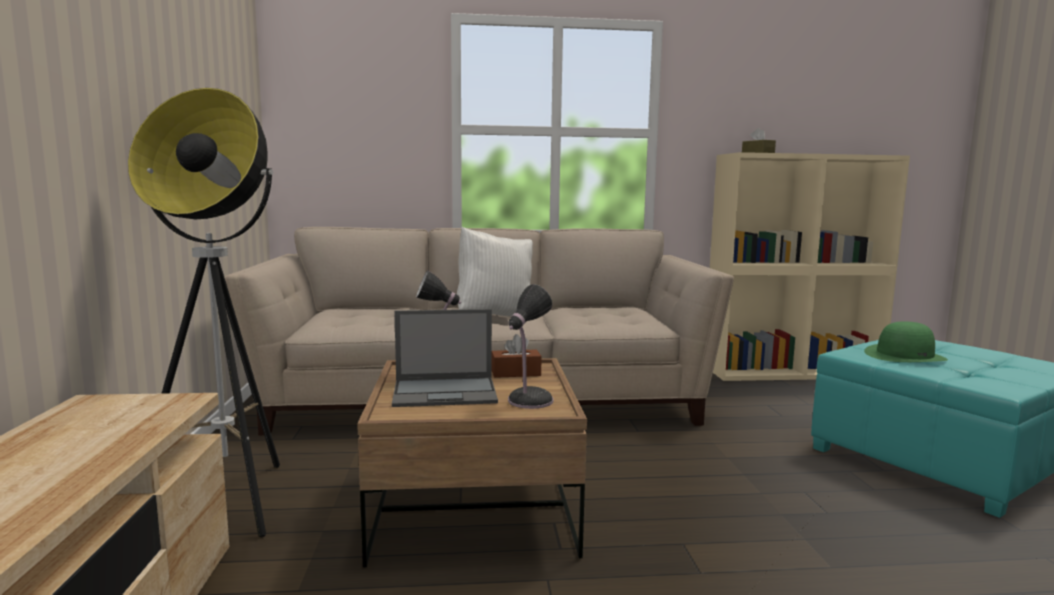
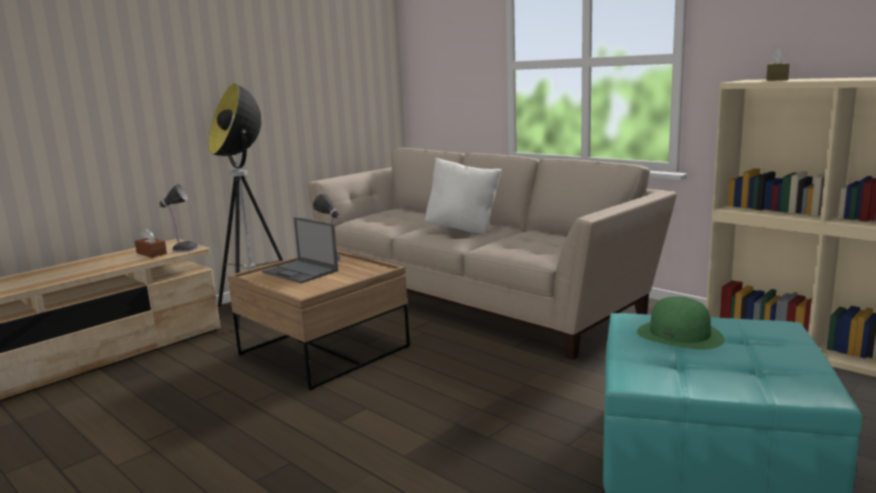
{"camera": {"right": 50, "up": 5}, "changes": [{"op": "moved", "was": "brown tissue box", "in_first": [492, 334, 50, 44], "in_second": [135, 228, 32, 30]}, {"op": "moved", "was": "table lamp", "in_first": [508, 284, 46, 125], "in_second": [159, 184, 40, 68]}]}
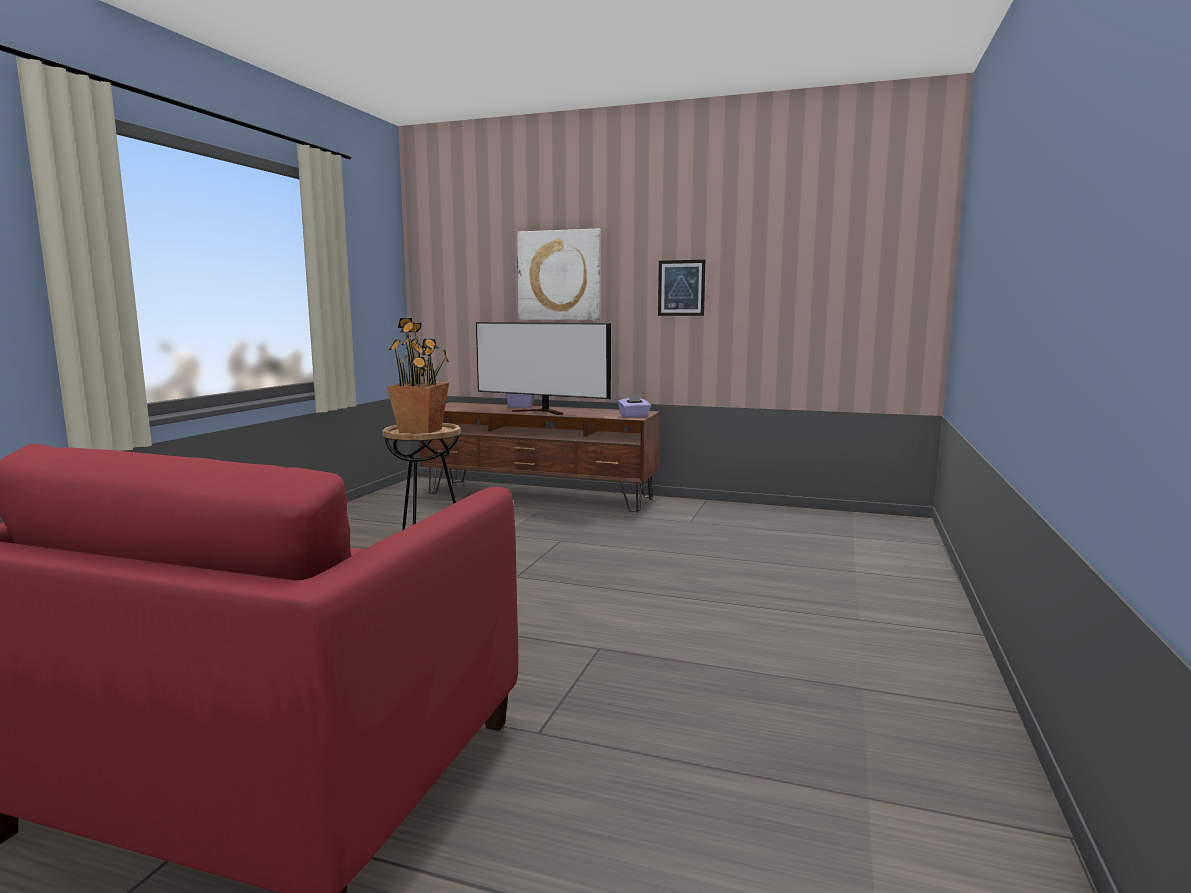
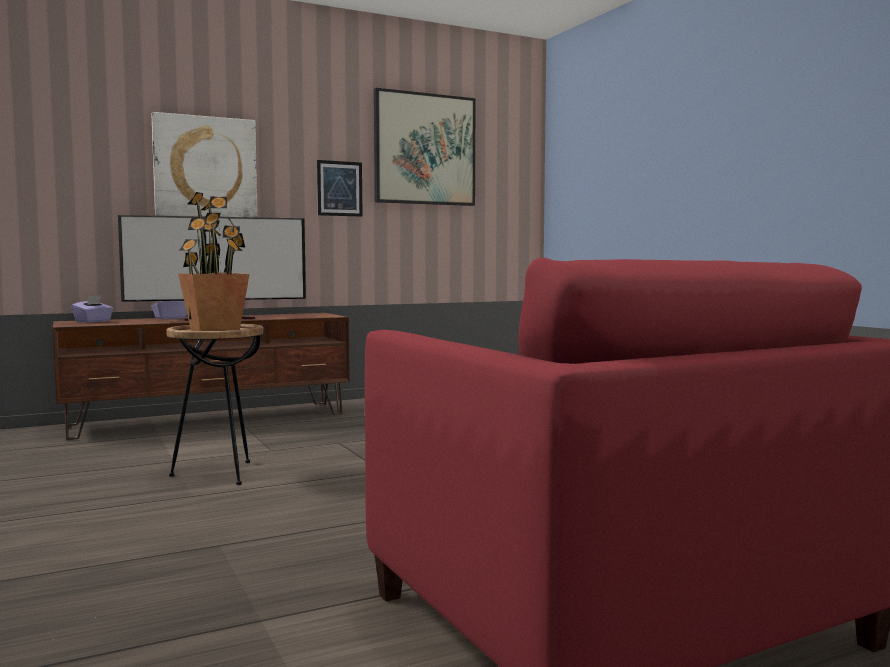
{"camera": {"right": -45, "up": -5}, "changes": [{"op": "moved", "was": "purple tissue box", "in_first": [618, 394, 33, 24], "in_second": [71, 296, 42, 27]}, {"op": "added", "now": "picture", "in_second": [374, 88, 101, 118]}]}
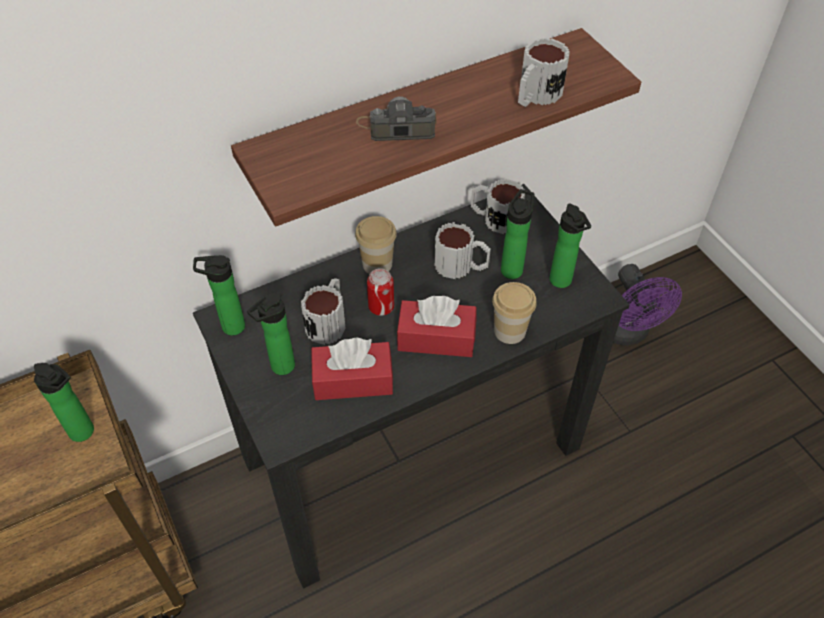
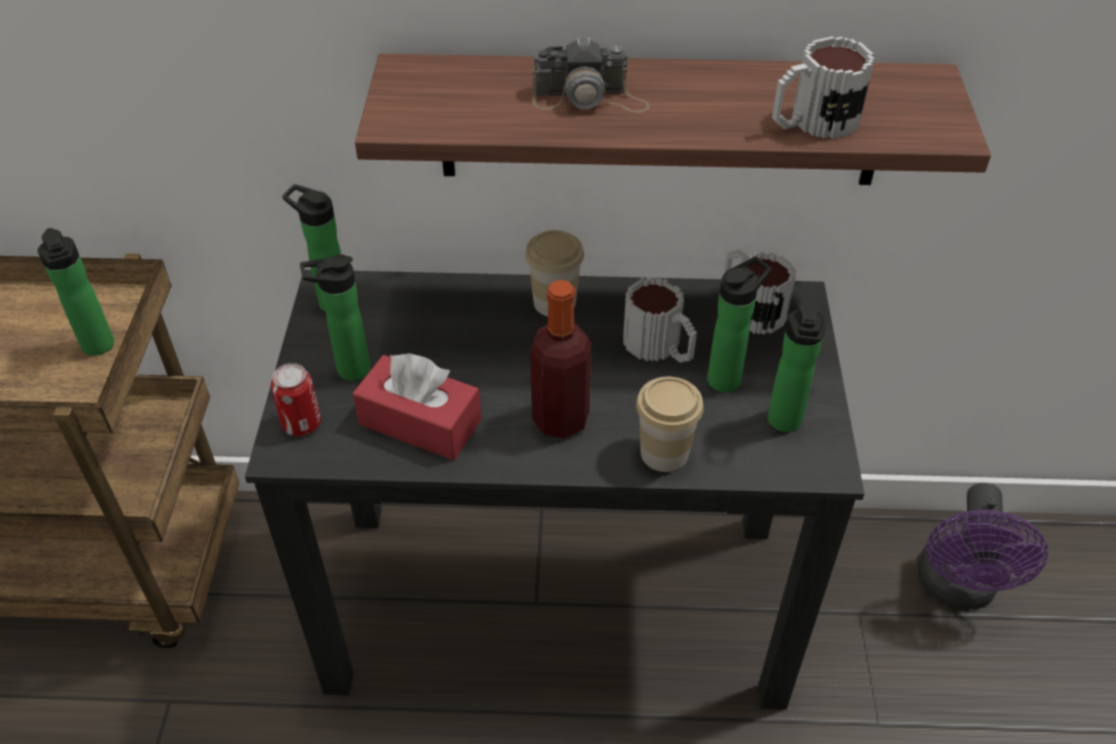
{"camera": {"right": 30, "up": -5}, "changes": [{"op": "moved", "was": "can", "in_first": [367, 268, 27, 48], "in_second": [271, 363, 50, 73]}, {"op": "replaced", "was": "red tissue box", "now": "bottle", "in_first": [397, 296, 80, 61], "in_second": [530, 280, 61, 159]}, {"op": "turned", "was": "photo camera", "in_first": [356, 97, 81, 44], "in_second": [532, 37, 118, 76], "clockwise": 150}, {"op": "removed", "was": "mug", "in_first": [301, 278, 45, 67]}]}
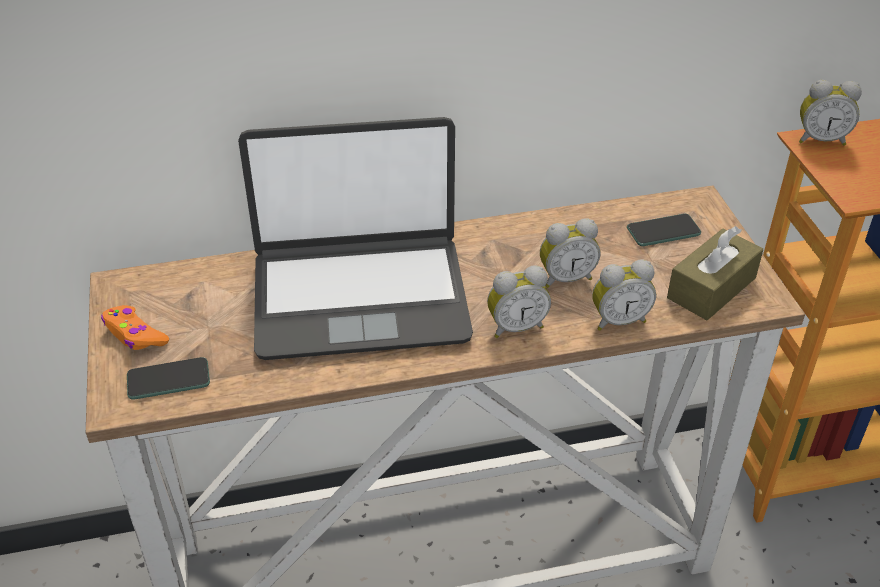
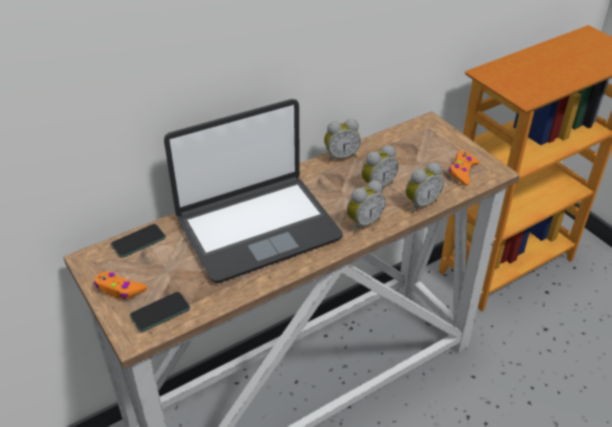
{"camera": {"right": -20, "up": 0}, "changes": [{"op": "moved", "was": "phone", "in_first": [627, 214, 74, 32], "in_second": [111, 224, 55, 34]}, {"op": "moved", "was": "alarm clock", "in_first": [799, 80, 63, 66], "in_second": [324, 119, 37, 43]}, {"op": "replaced", "was": "brown tissue box", "now": "orange game controller", "in_first": [667, 226, 96, 94], "in_second": [449, 151, 30, 35]}]}
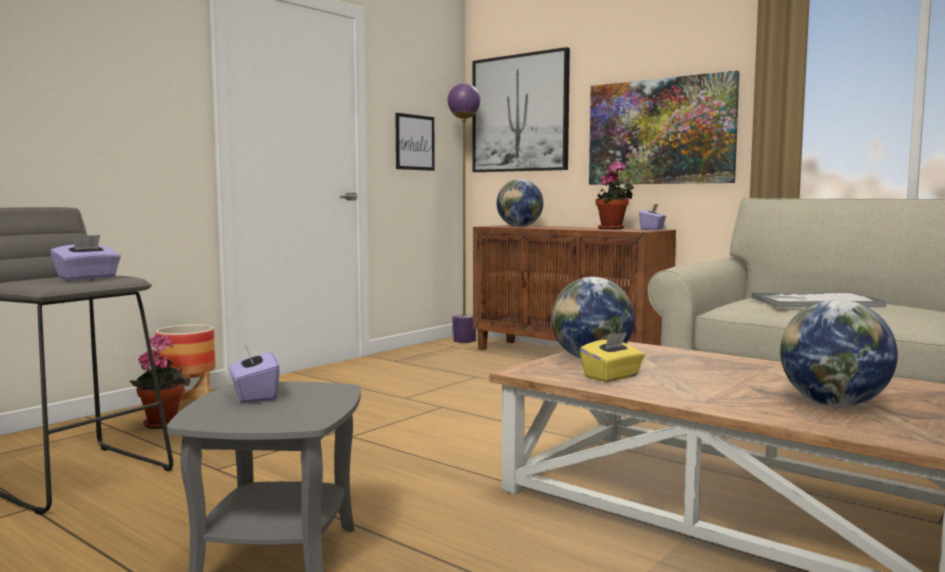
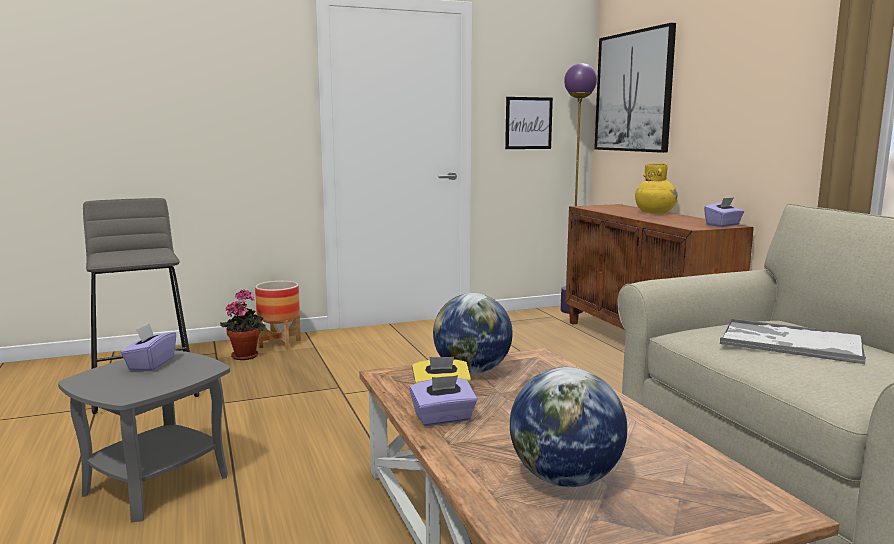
{"camera": {"right": 30, "up": 5}, "changes": [{"op": "moved", "was": "purple tissue box", "in_first": [50, 235, 71, 45], "in_second": [409, 375, 68, 51]}, {"op": "added", "now": "yellow vase", "in_second": [635, 163, 42, 50]}, {"op": "removed", "was": "globe", "in_first": [497, 179, 46, 48]}, {"op": "removed", "was": "picture", "in_first": [589, 71, 151, 114]}, {"op": "removed", "was": "potted plant", "in_first": [596, 160, 38, 70]}]}
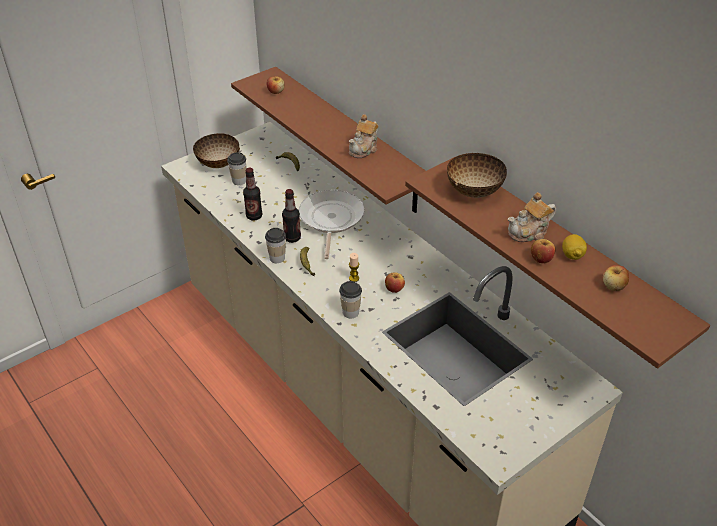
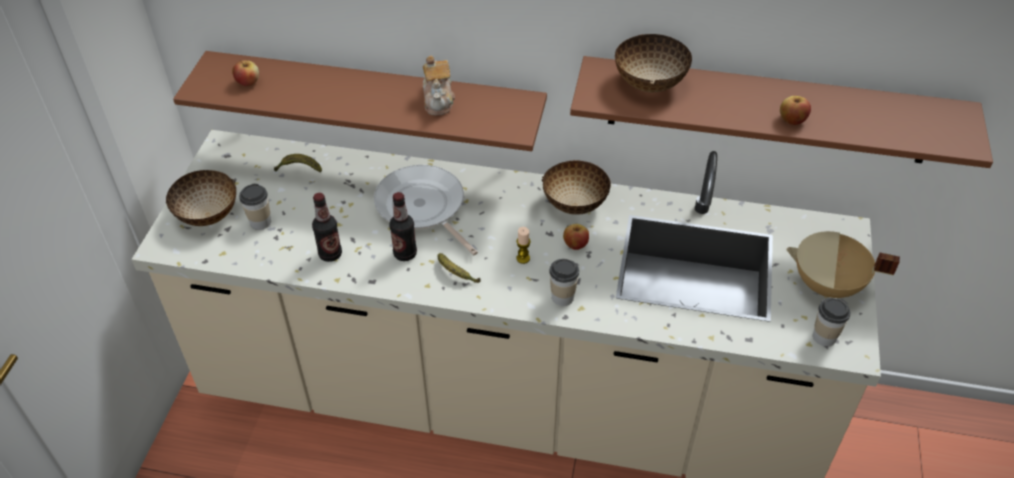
{"camera": {"right": -40, "up": 5}, "changes": [{"op": "added", "now": "bowl", "in_second": [542, 160, 69, 55]}, {"op": "added", "now": "beige cooking pot", "in_second": [786, 231, 114, 68]}, {"op": "moved", "was": "cup", "in_first": [265, 228, 21, 35], "in_second": [813, 298, 37, 49]}, {"op": "removed", "was": "teapot", "in_first": [508, 192, 48, 50]}, {"op": "removed", "was": "lemon", "in_first": [562, 234, 25, 26]}, {"op": "removed", "was": "apple", "in_first": [603, 265, 26, 26]}]}
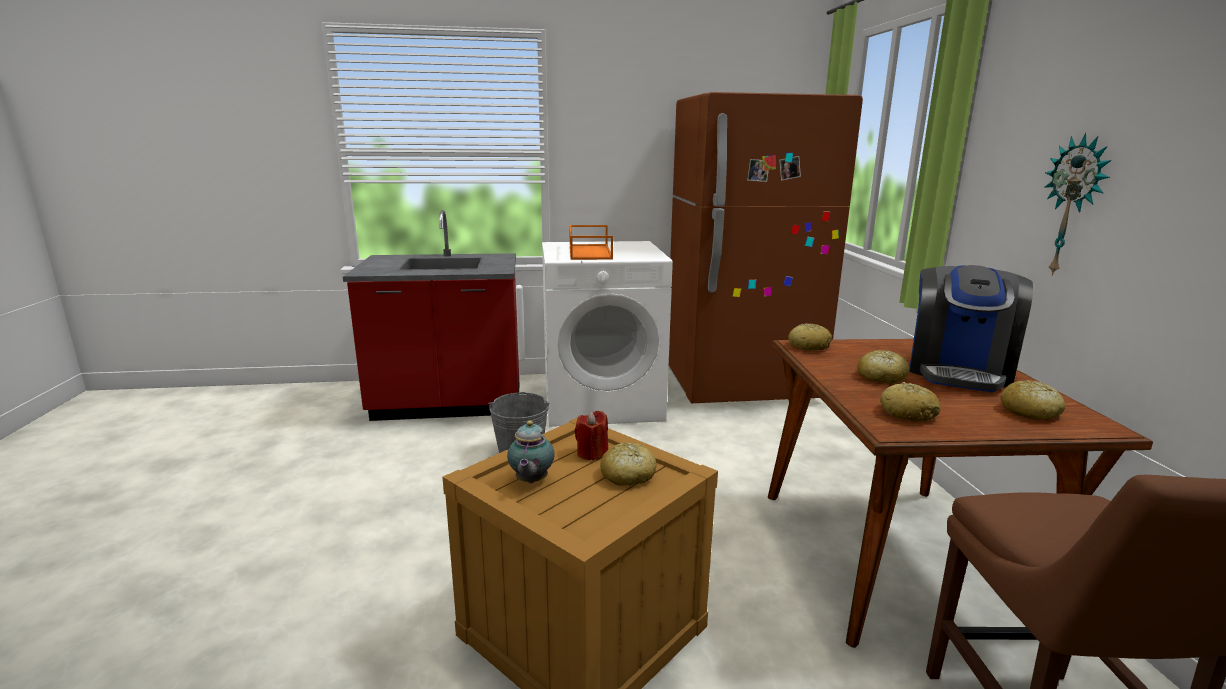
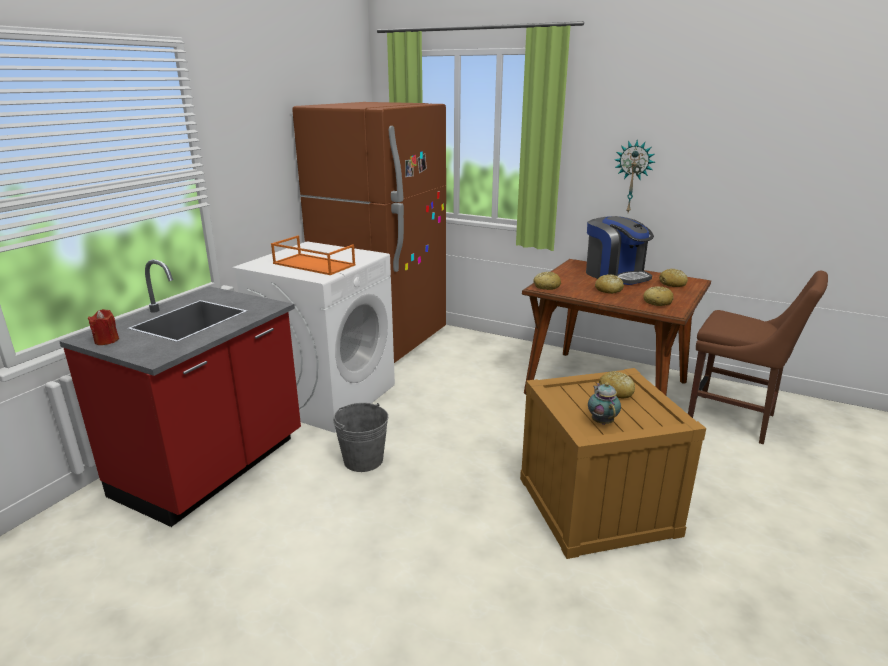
{"camera": {"right": -55, "up": 5}, "changes": [{"op": "moved", "was": "red candle", "in_first": [575, 411, 33, 50], "in_second": [88, 309, 31, 36]}, {"op": "turned", "was": "teapot", "in_first": [507, 421, 48, 62], "in_second": [588, 382, 33, 43], "clockwise": -135}]}
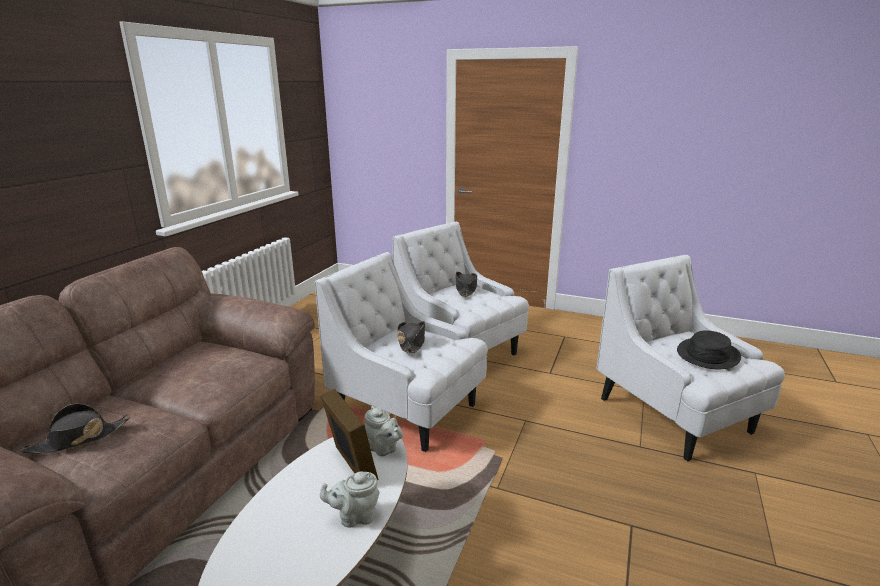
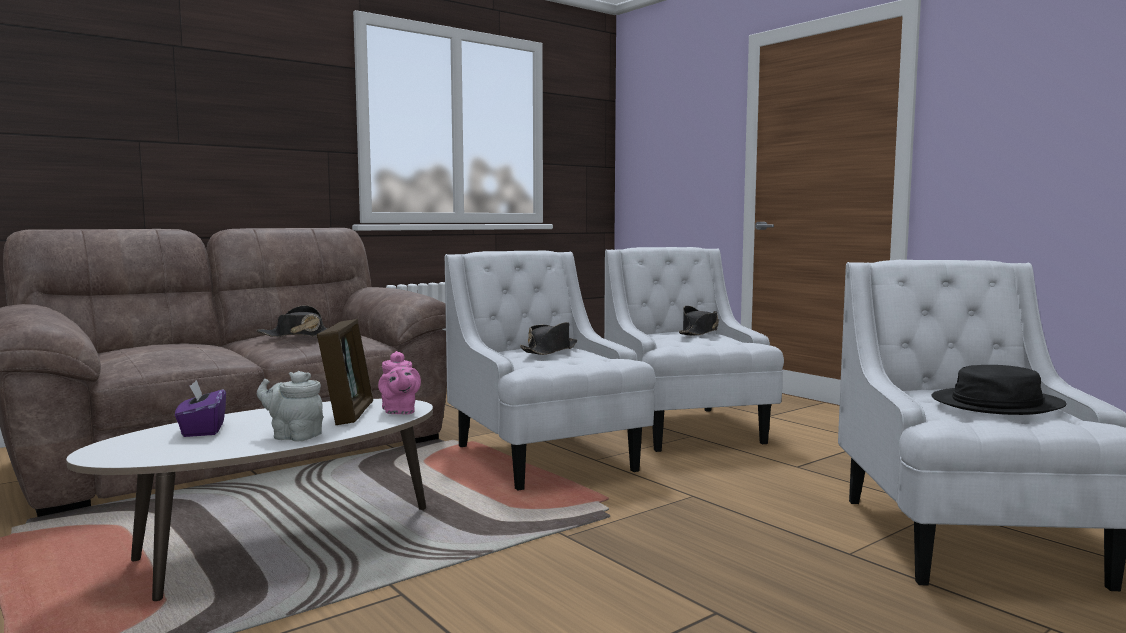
{"camera": {"right": 30, "up": -15}, "changes": [{"op": "added", "now": "purple tissue box", "in_second": [175, 380, 51, 57]}, {"op": "moved", "was": "black hat", "in_first": [21, 404, 109, 49], "in_second": [256, 305, 72, 32]}, {"op": "recoloured", "was": "grey teapot", "now": "pink teapot", "in_first": [364, 406, 39, 50], "in_second": [378, 351, 43, 63]}]}
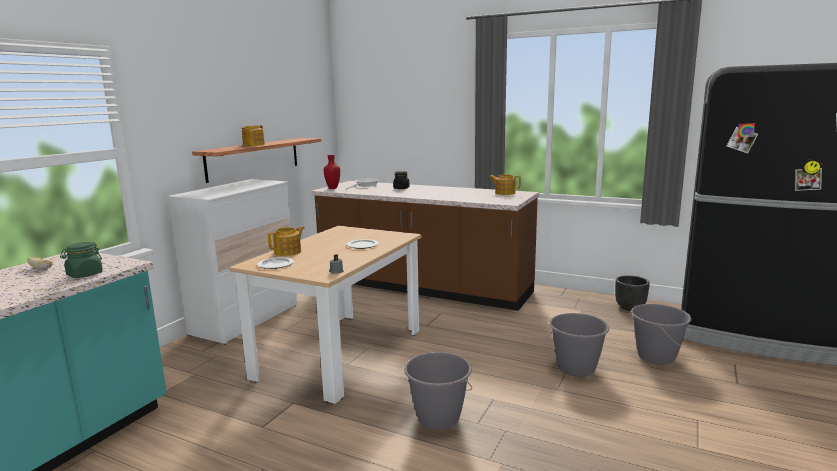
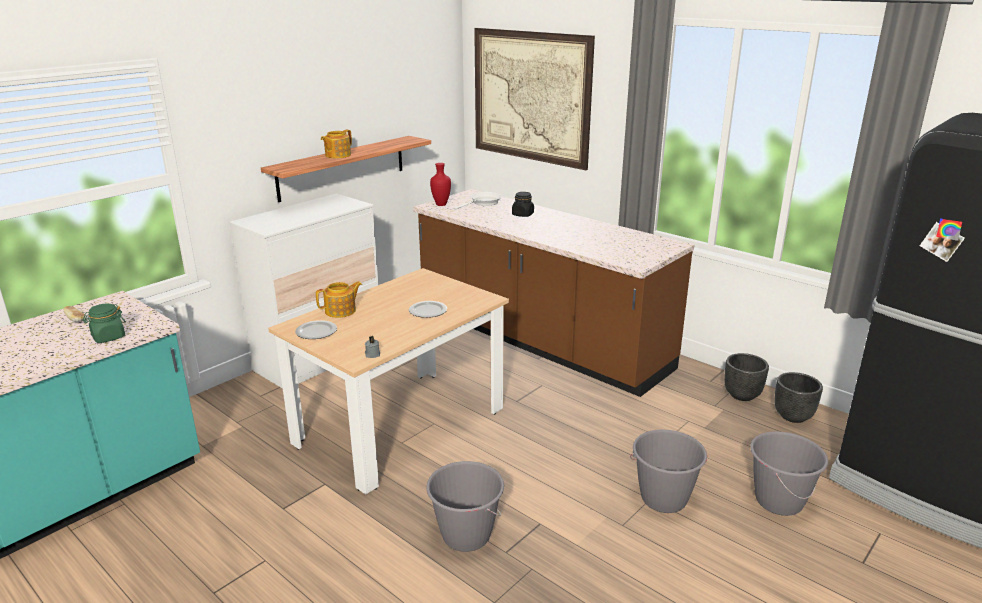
{"camera": {"right": 15, "up": 10}, "changes": [{"op": "added", "now": "picture", "in_second": [474, 28, 121, 142]}, {"op": "added", "now": "black planter", "in_second": [724, 353, 45, 48]}, {"op": "removed", "was": "teapot", "in_first": [489, 174, 32, 21]}]}
